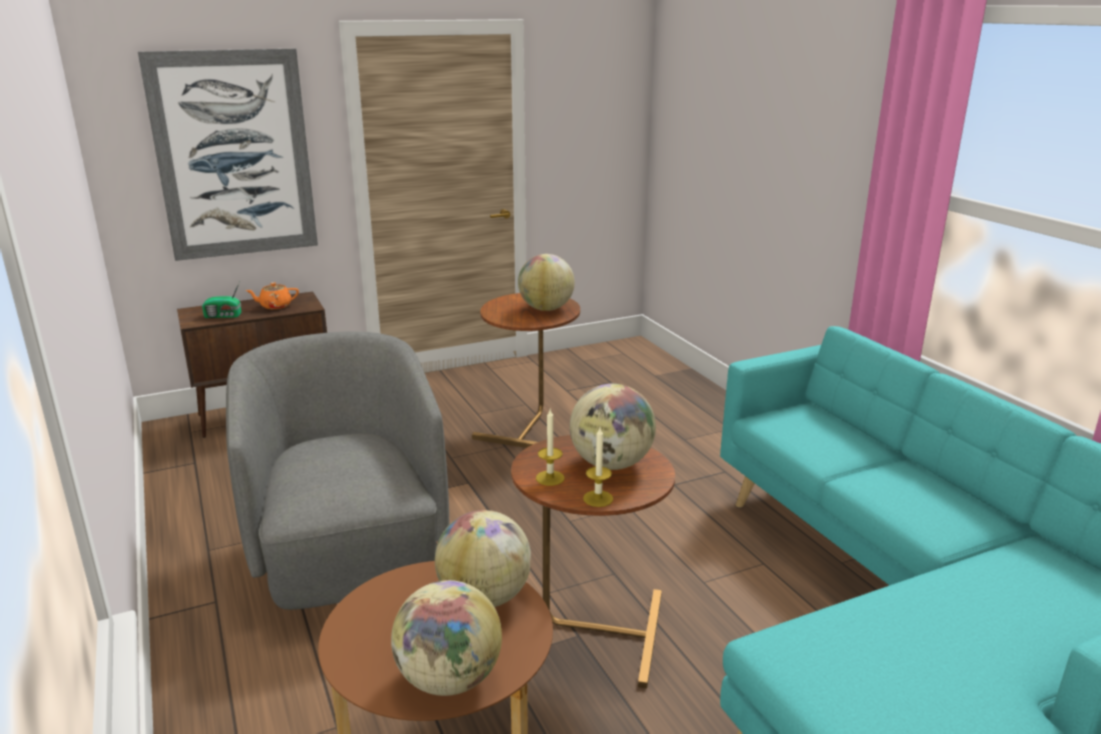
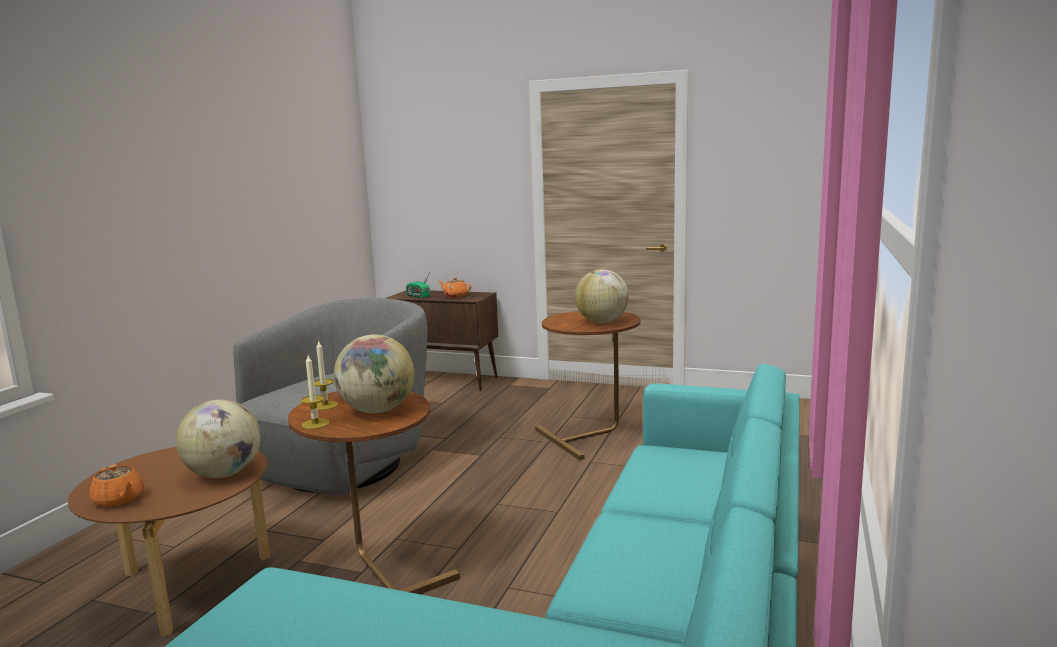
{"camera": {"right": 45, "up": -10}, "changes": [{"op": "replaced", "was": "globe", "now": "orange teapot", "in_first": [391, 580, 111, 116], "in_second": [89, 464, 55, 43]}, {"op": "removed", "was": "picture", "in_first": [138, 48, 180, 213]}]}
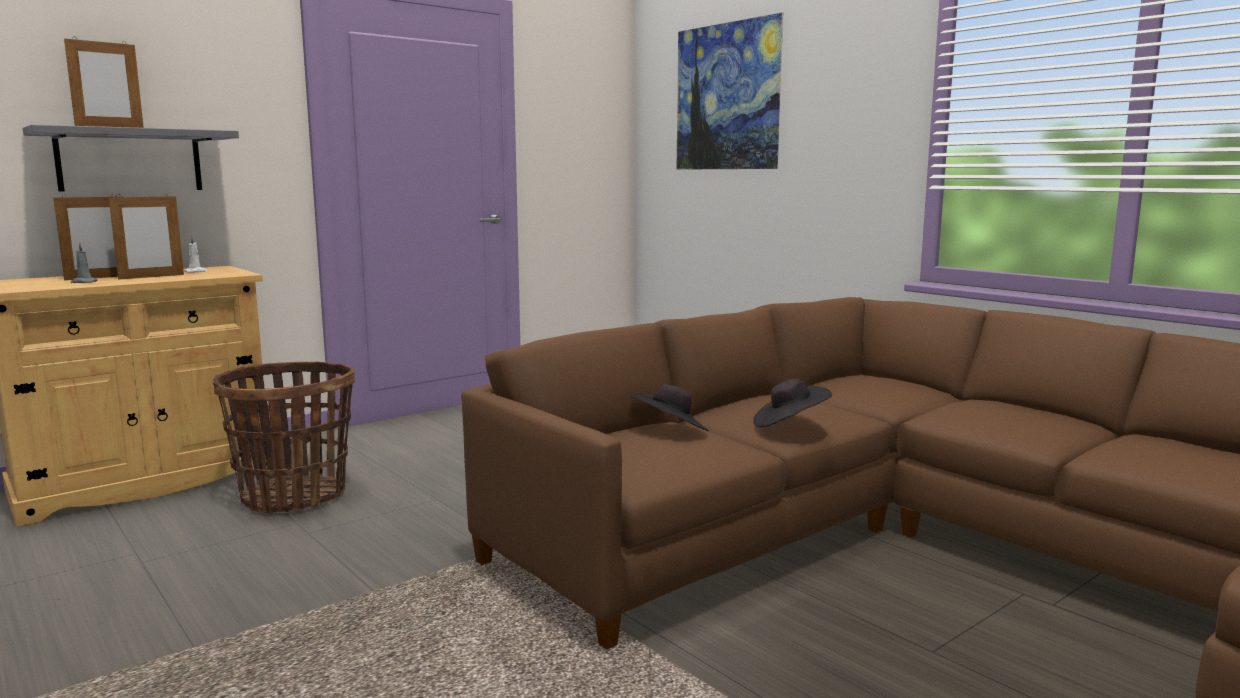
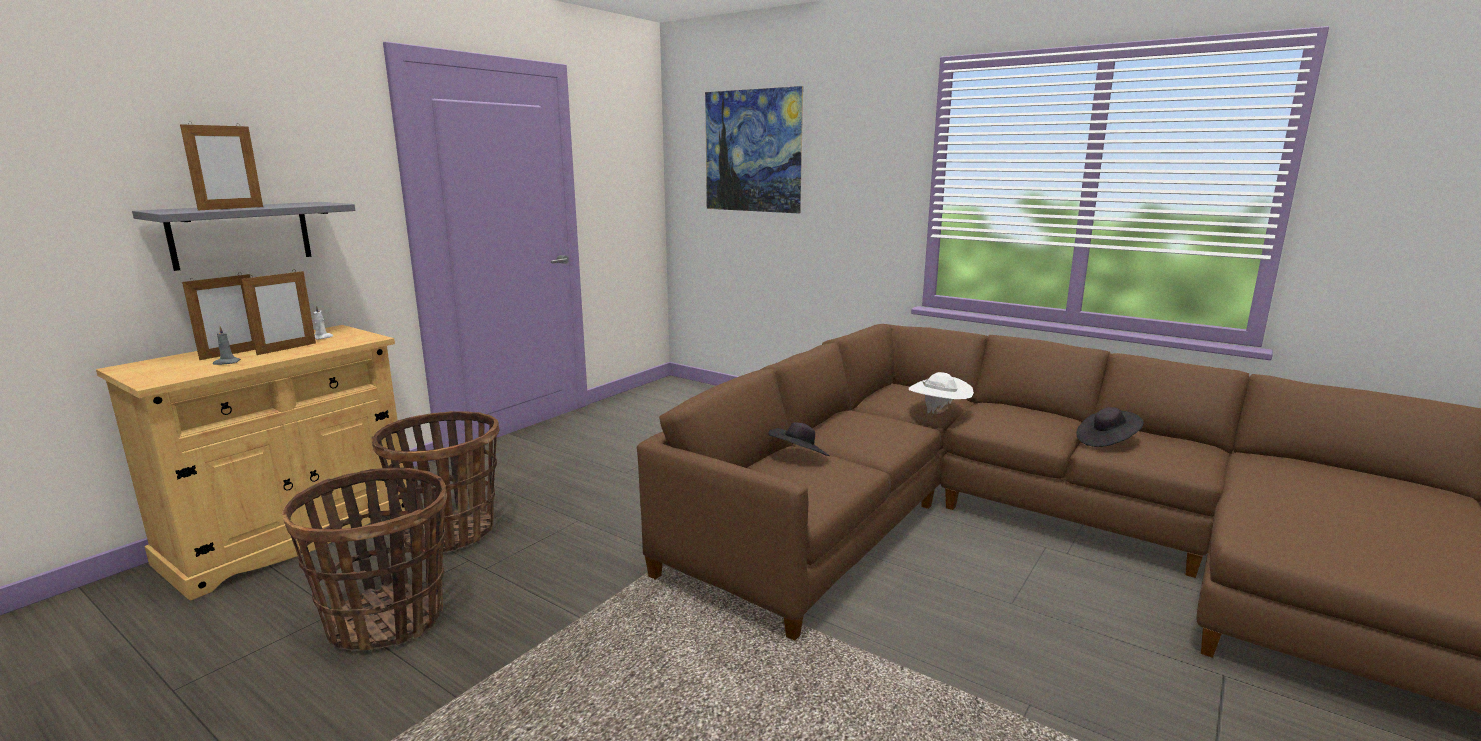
{"camera": {"right": -15, "up": 5}, "changes": [{"op": "added", "now": "basket", "in_second": [282, 468, 165, 182]}, {"op": "added", "now": "white hat", "in_second": [909, 372, 65, 42]}, {"op": "moved", "was": "black hat", "in_first": [753, 379, 79, 48], "in_second": [1076, 407, 68, 40]}]}
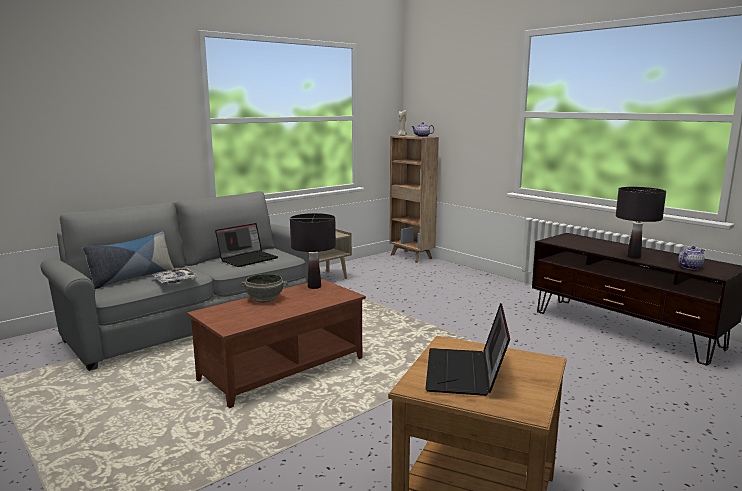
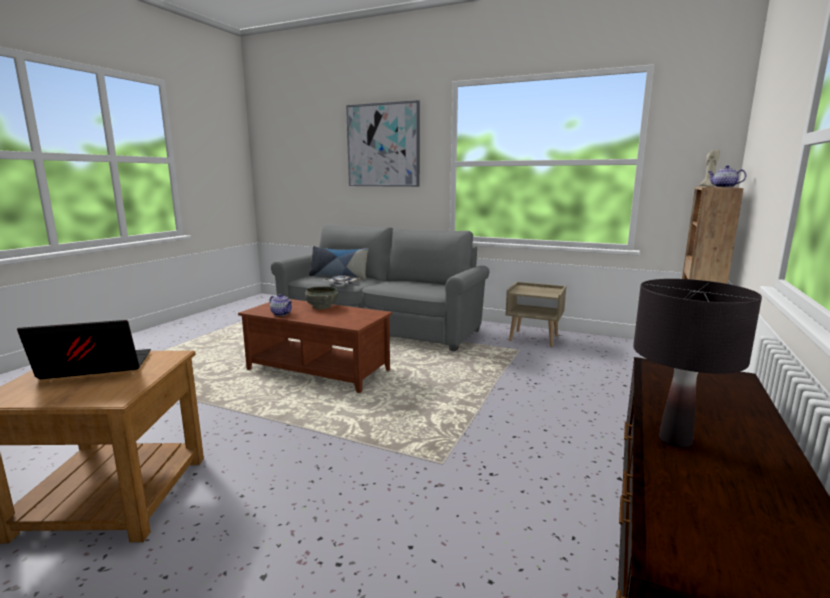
{"camera": {"right": 65, "up": 0}, "changes": [{"op": "moved", "was": "teapot", "in_first": [678, 246, 27, 24], "in_second": [270, 294, 22, 22]}, {"op": "added", "now": "picture", "in_second": [346, 100, 74, 87]}, {"op": "removed", "was": "laptop", "in_first": [215, 223, 63, 44]}, {"op": "removed", "was": "black table lamp", "in_first": [290, 213, 46, 76]}]}
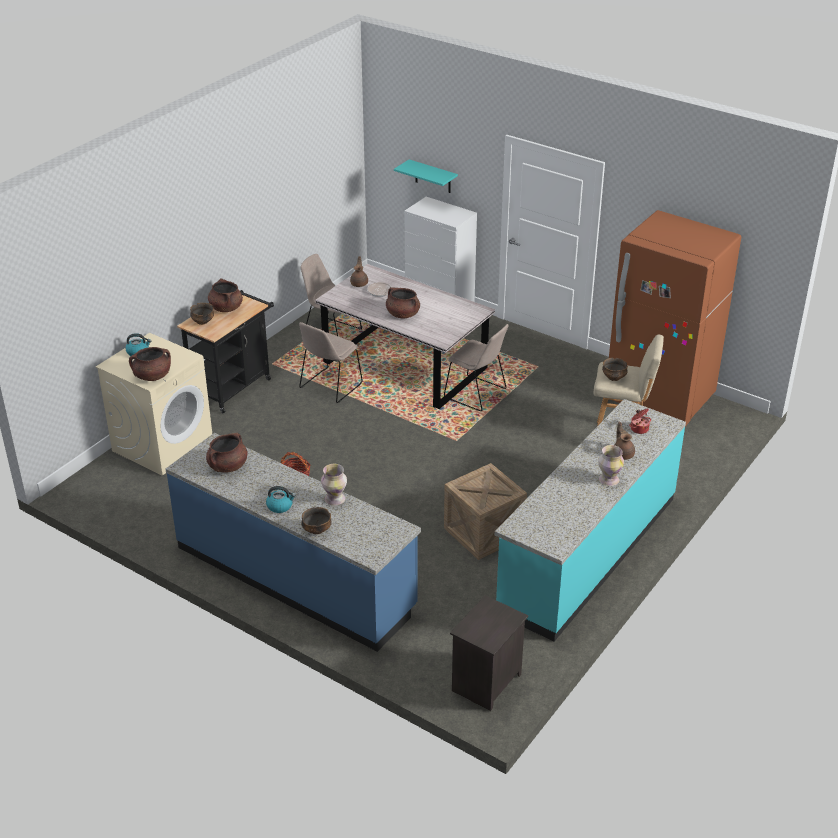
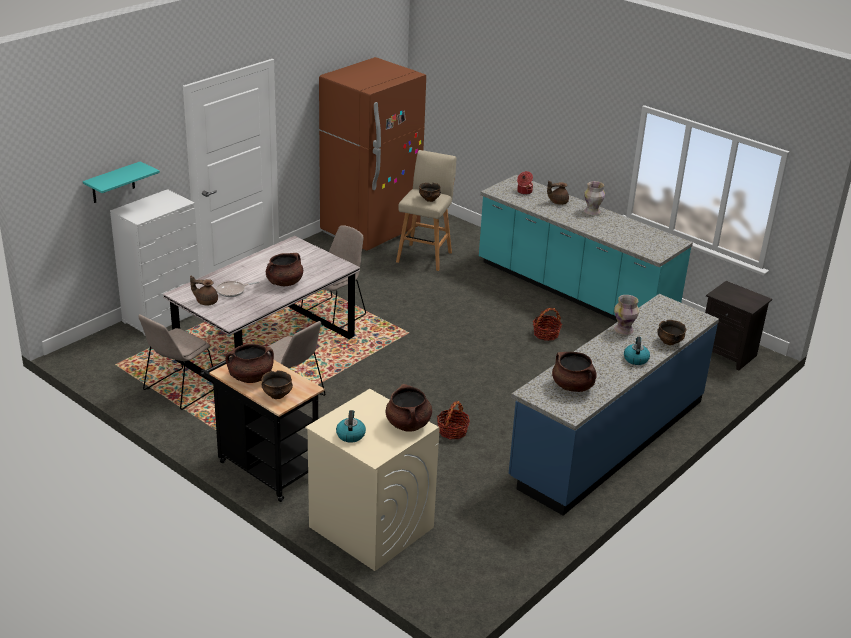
{"camera": {"right": -85, "up": -5}, "changes": [{"op": "replaced", "was": "crate", "now": "basket", "in_first": [444, 463, 83, 97], "in_second": [533, 308, 29, 33]}]}
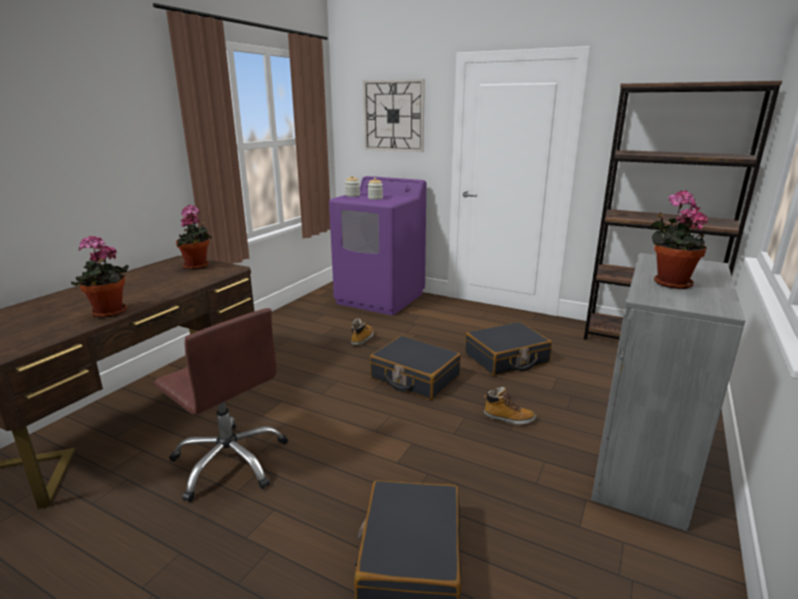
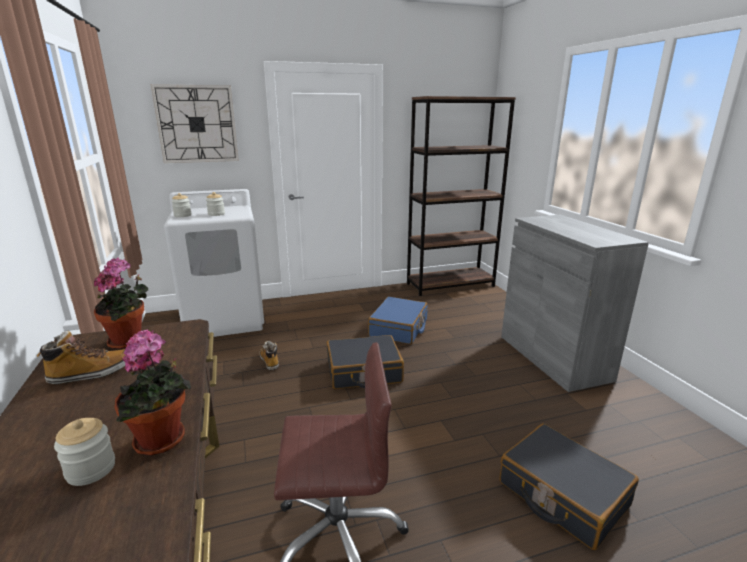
{"camera": {"right": -45, "up": 0}, "changes": [{"op": "moved", "was": "boot", "in_first": [484, 387, 52, 38], "in_second": [37, 331, 89, 53]}, {"op": "added", "now": "jar", "in_second": [54, 418, 61, 68]}, {"op": "recoloured", "was": "purple washing machine", "now": "white washing machine", "in_first": [329, 176, 97, 139], "in_second": [164, 189, 100, 148]}, {"op": "recoloured", "was": "black suitcase", "now": "blue suitcase", "in_first": [465, 322, 87, 54], "in_second": [368, 297, 60, 47]}, {"op": "removed", "was": "potted plant", "in_first": [650, 190, 58, 99]}]}
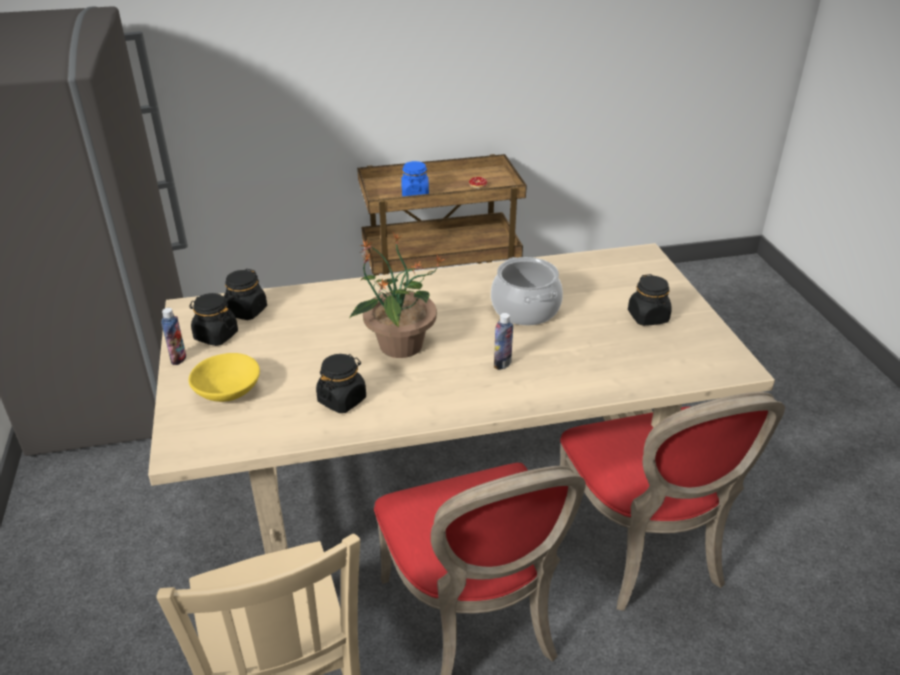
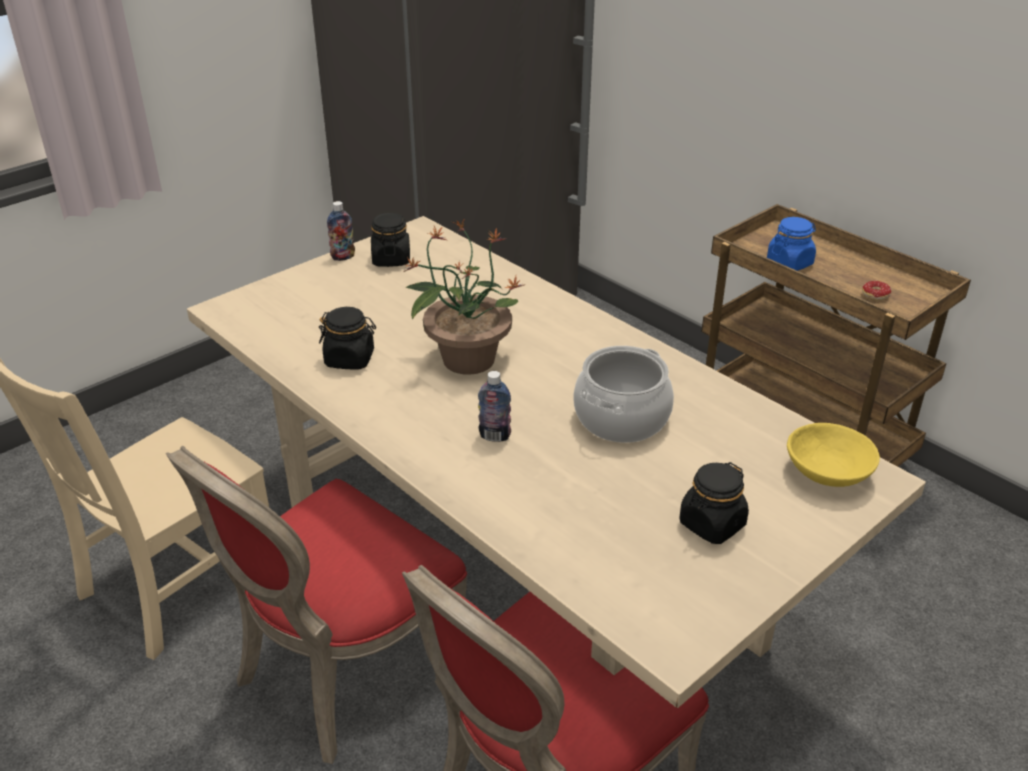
{"camera": {"right": 60, "up": 0}, "changes": [{"op": "moved", "was": "yellow bowl", "in_first": [189, 353, 71, 49], "in_second": [787, 423, 93, 64]}, {"op": "removed", "was": "black jar", "in_first": [223, 269, 44, 51]}]}
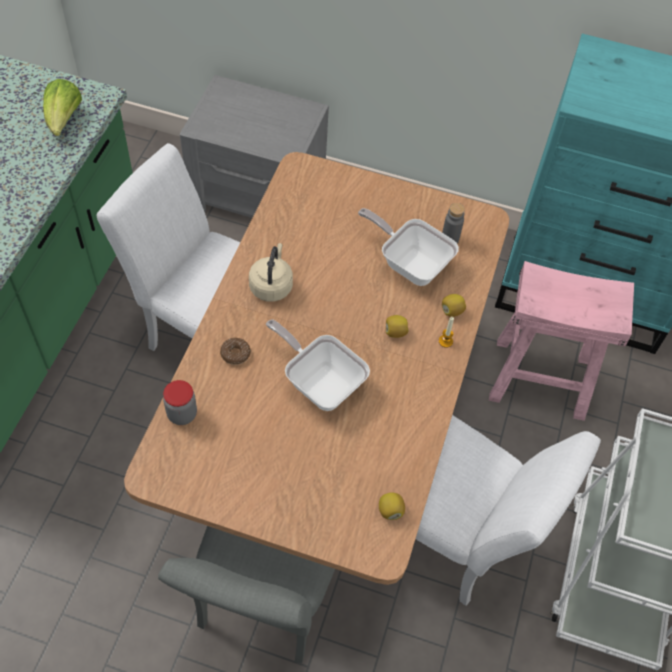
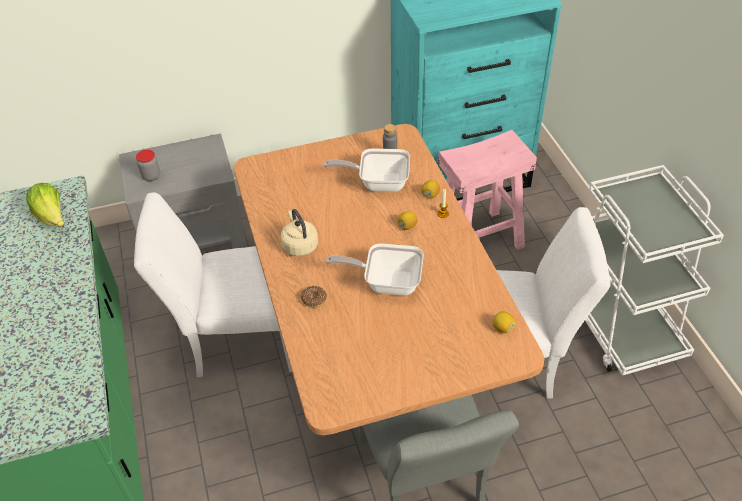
{"camera": {"right": -30, "up": -10}, "changes": [{"op": "moved", "was": "jar", "in_first": [163, 380, 34, 45], "in_second": [136, 150, 24, 31]}]}
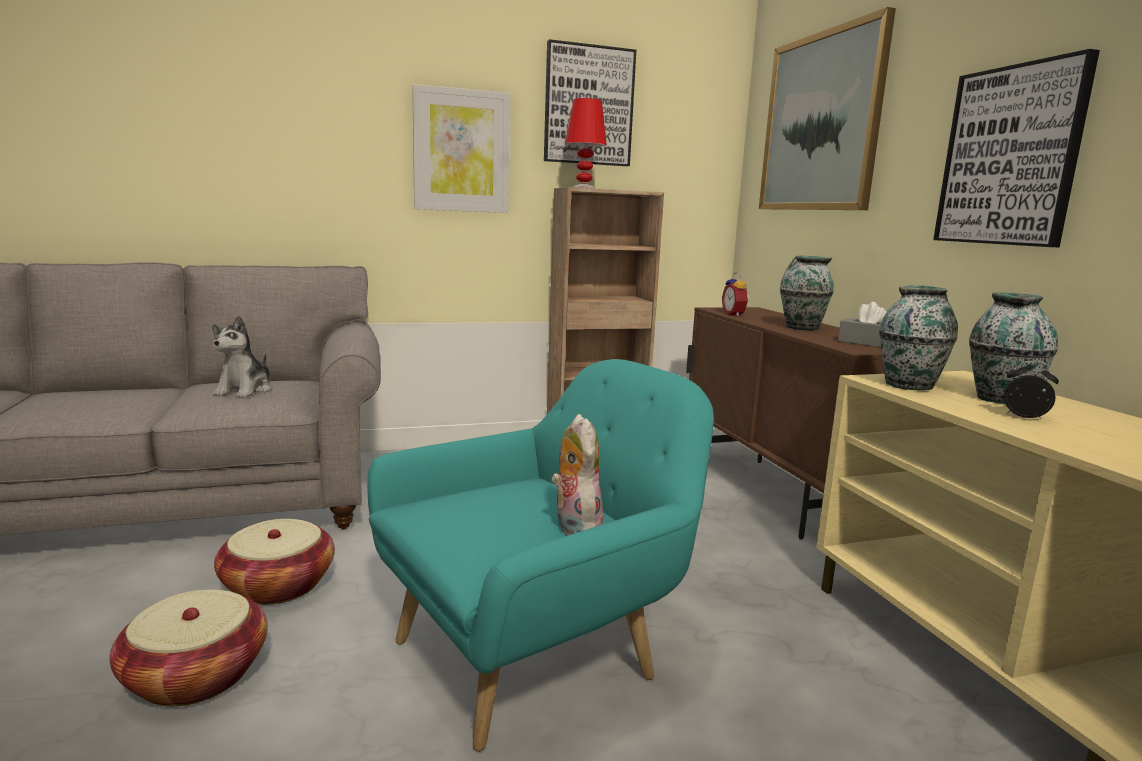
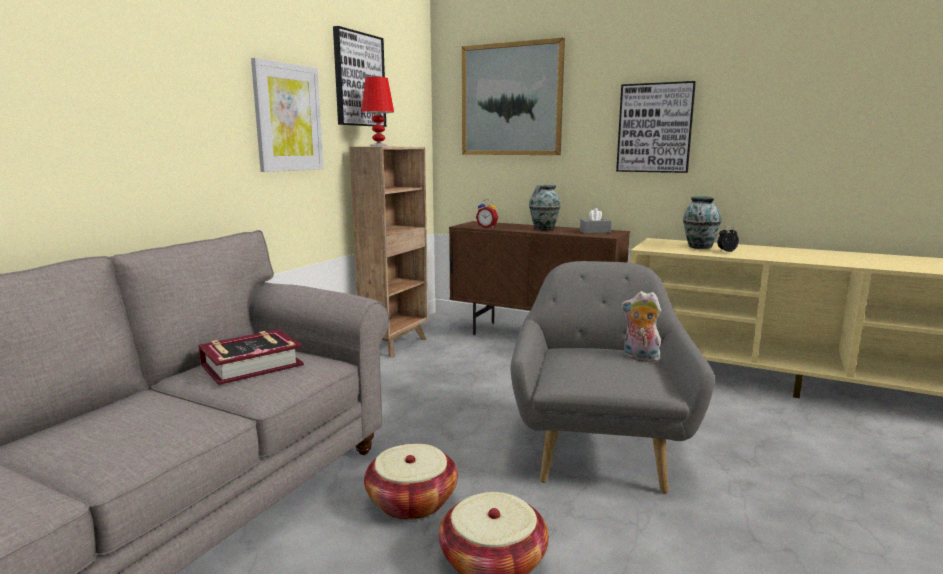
{"camera": {"right": -45, "up": 0}, "changes": [{"op": "replaced", "was": "plush toy", "now": "book", "in_first": [212, 316, 60, 82], "in_second": [199, 329, 105, 56]}, {"op": "recoloured", "was": "turquoise armchair", "now": "grey armchair", "in_first": [367, 359, 347, 393], "in_second": [511, 261, 204, 233]}, {"op": "removed", "was": "vase", "in_first": [879, 285, 79, 105]}]}
